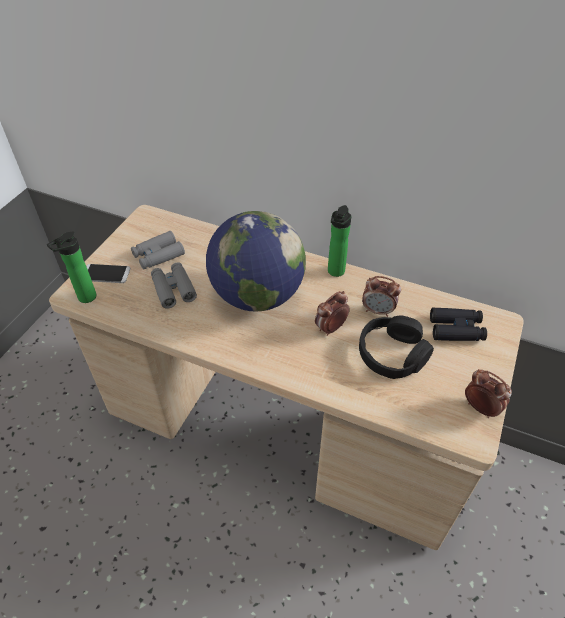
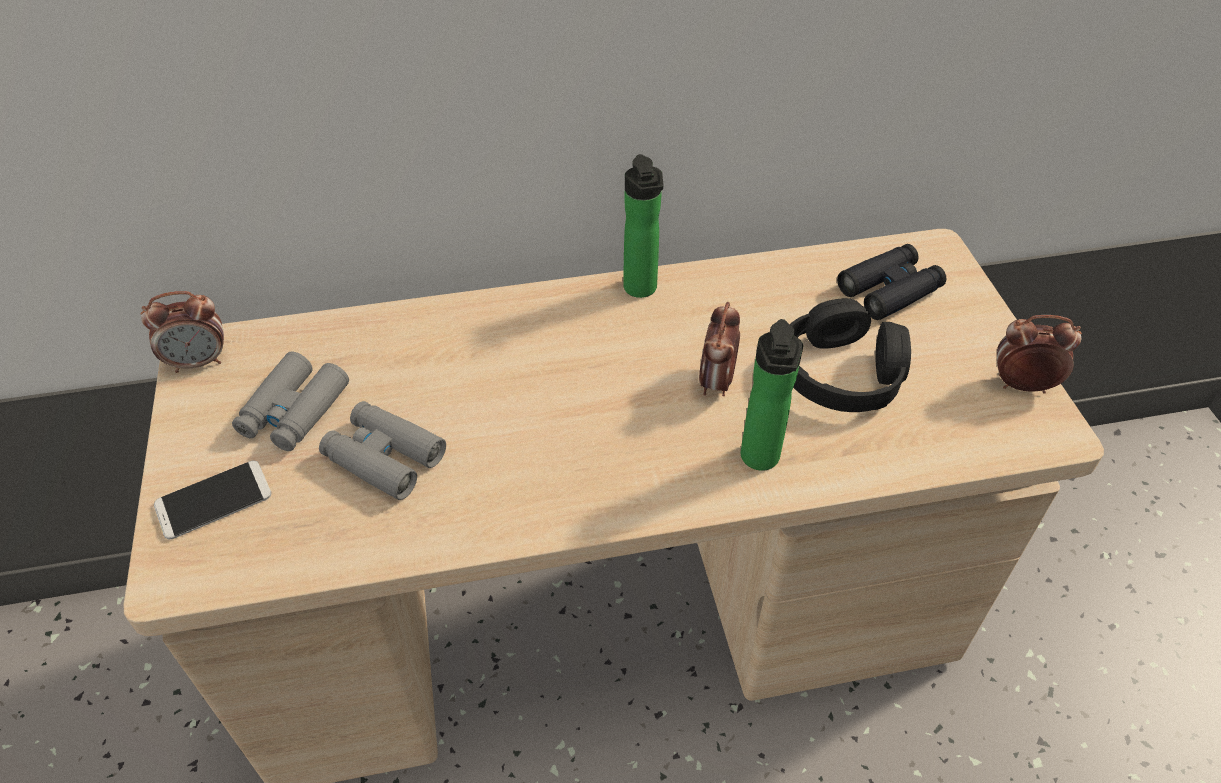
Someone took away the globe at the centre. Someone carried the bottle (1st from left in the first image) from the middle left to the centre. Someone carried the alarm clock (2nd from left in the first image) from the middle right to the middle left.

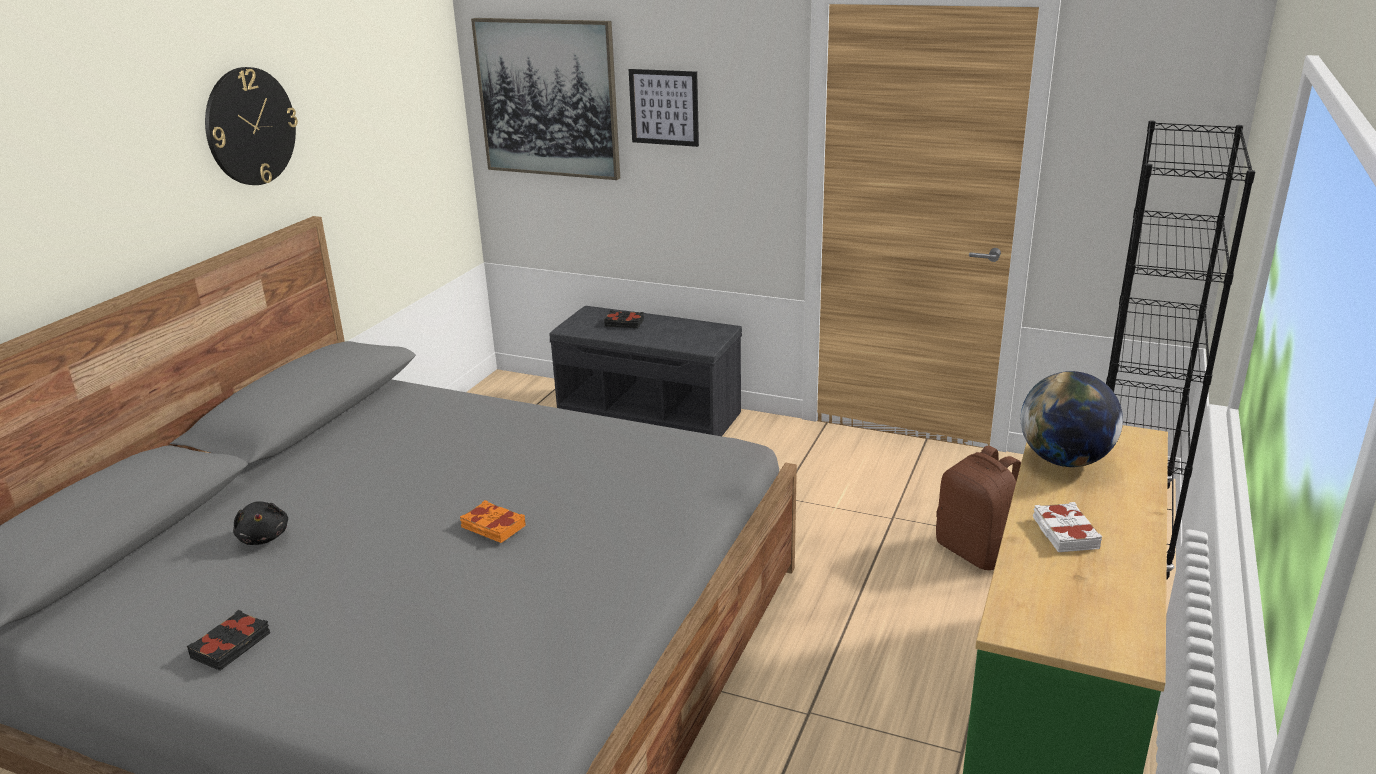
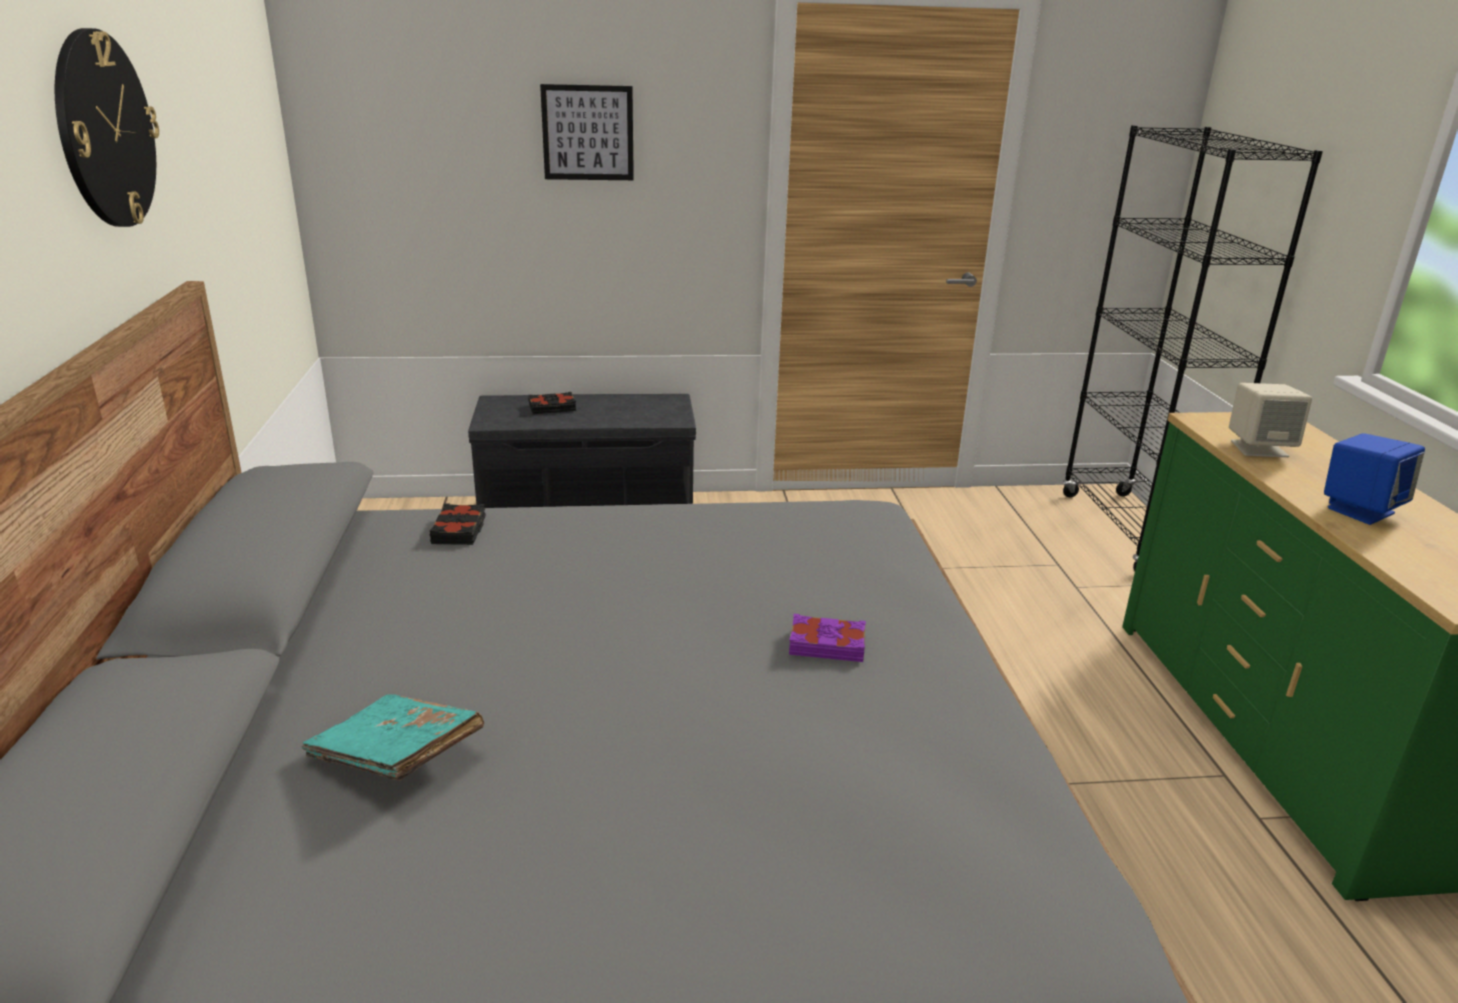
Someone took away the picture (1st from left) at the top centre. Someone swapped the globe at the middle right for the beige speaker at the middle right. Someone took away the brown backpack at the middle right. Someone took away the orange book at the bottom centre. Someone swapped the black plush toy at the bottom left for the turquoise book at the bottom left. Someone swapped the white book at the bottom right for the blue speaker at the middle right. Someone carried the black book (1st from left) from the bottom left to the middle left. Someone put down the purple book at the centre.

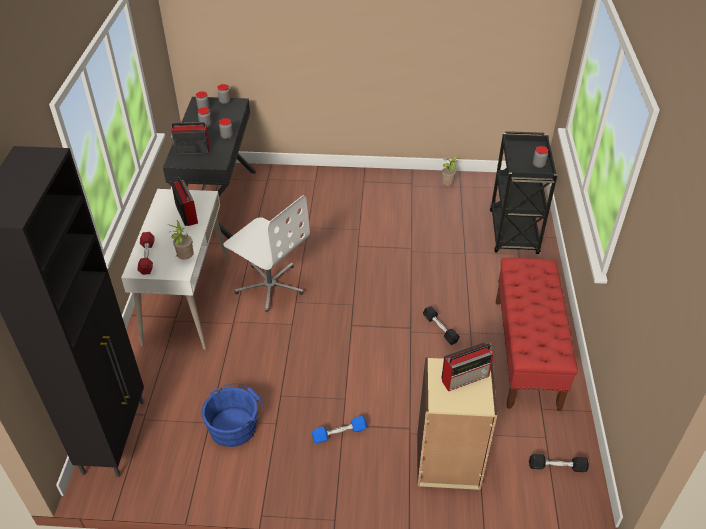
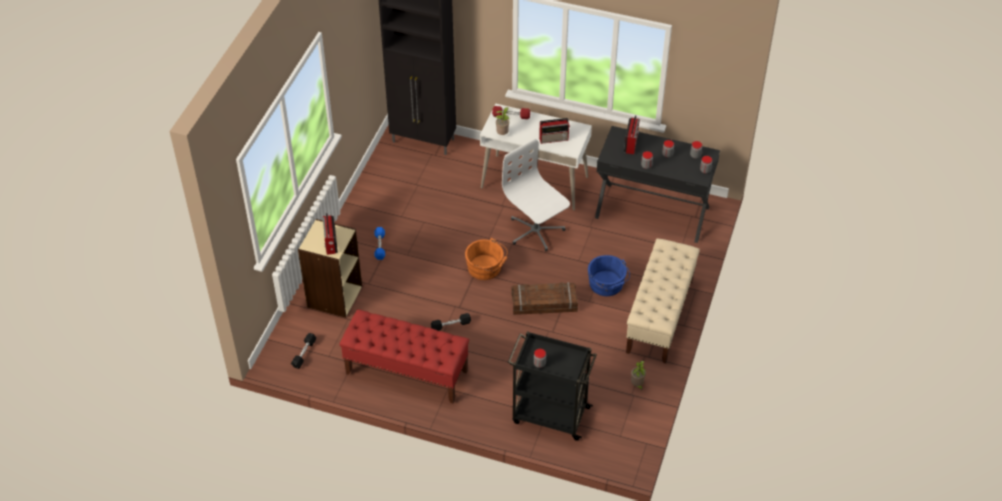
Someone rotated the white office chair at the centre by 90 degrees clockwise. Someone carried the blue bucket from the bottom left to the centre. Someone put down the orange bucket at the centre. Someone put down the beige bench at the centre. Someone put down the crate at the centre.

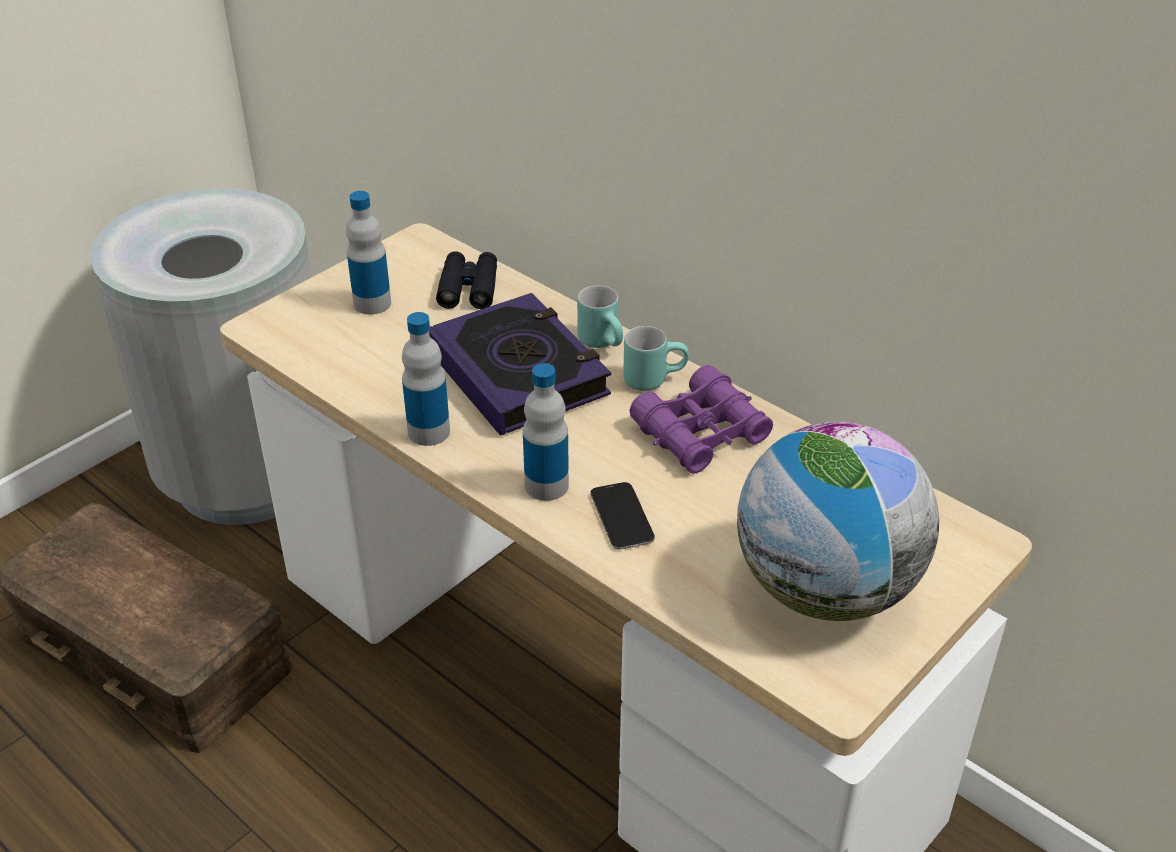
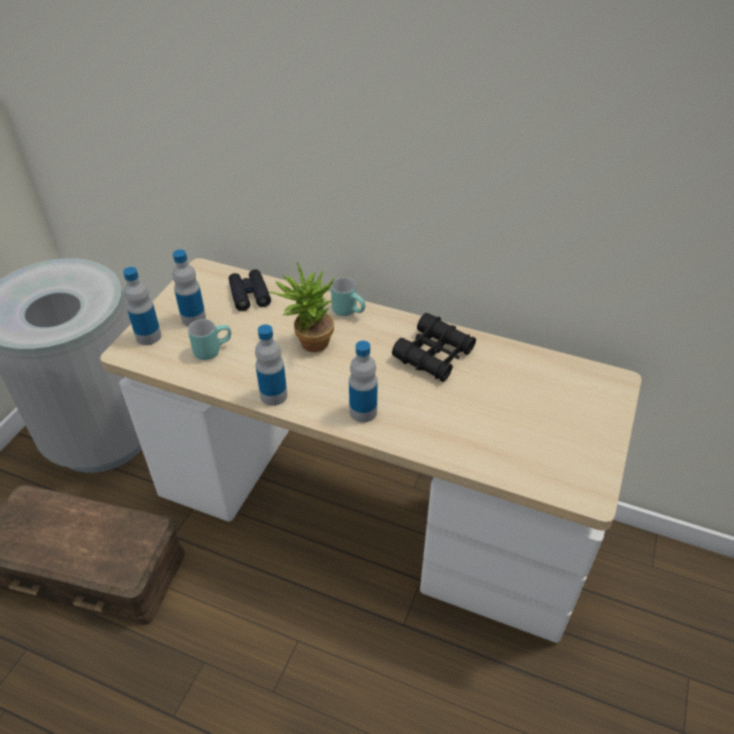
Someone swapped the book at the centre for the potted plant at the centre. Someone carried the turquoise mug (2nd from left in the first image) from the centre to the middle left. Someone repainted the purple binoculars at the centre, which became the black binoculars (2nd from left) at the centre. Someone took away the globe at the middle right. Someone took away the phone at the centre. Someone put down the bottle (1st from left) at the middle left.

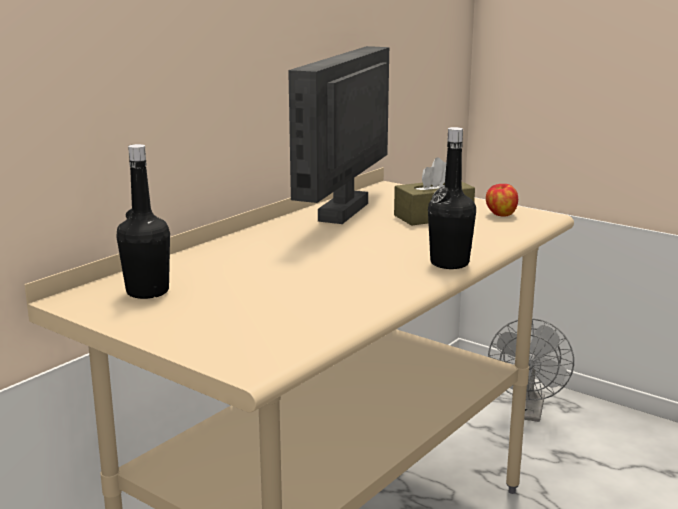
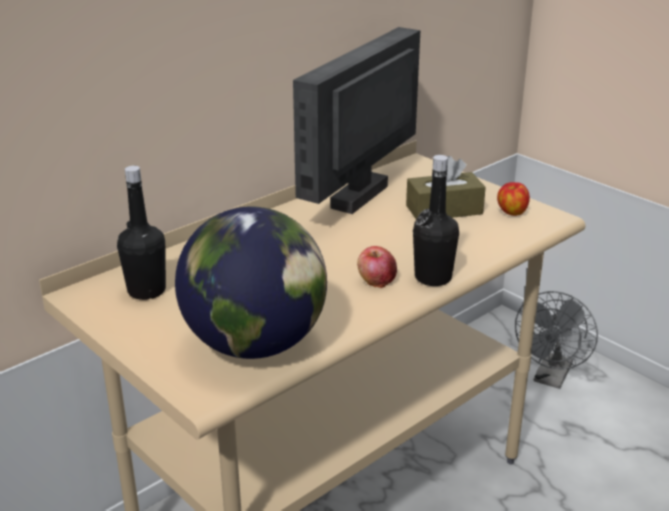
Someone put down the globe at the centre. Someone put down the apple (1st from left) at the centre.

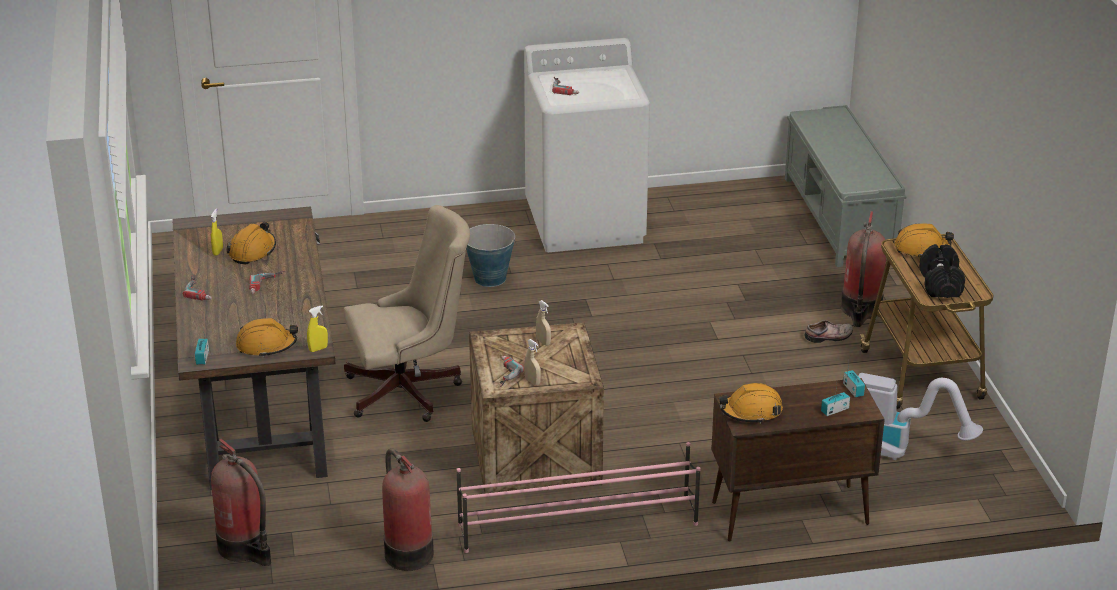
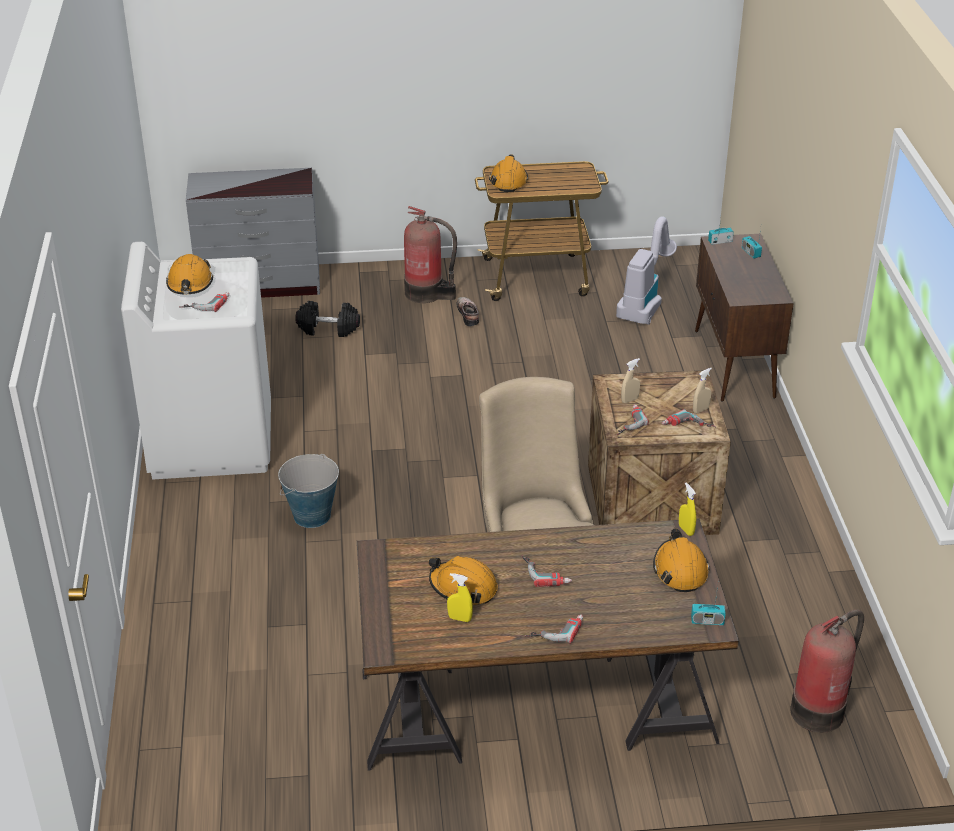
Someone swapped the grey bench at the top right for the grey dresser at the top left. Someone carried the black dumbbell from the middle right to the centre. Someone carried the orange hard hat (3rd from left in the first image) from the bottom right to the top left. Someone took away the pink shoe rack at the bottom centre. Someone took away the fire extinguisher (2nd from left) at the bottom centre. Someone put down the power drill (4th from left) at the centre.

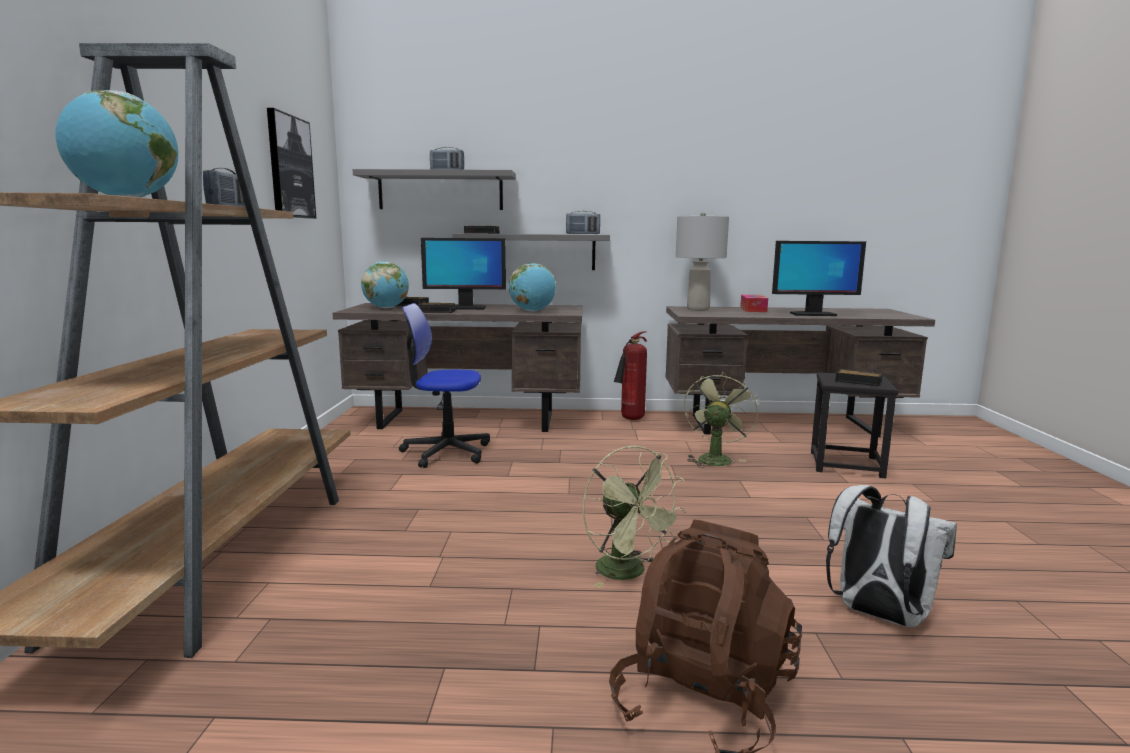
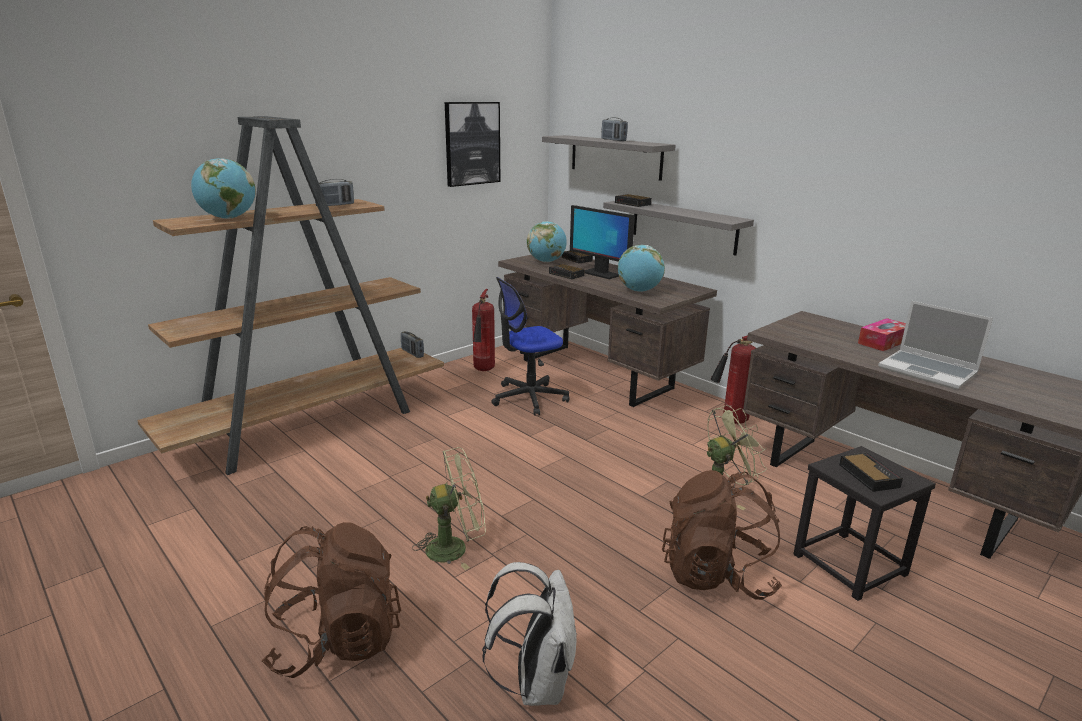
Someone carried the radio (3rd from left in the first image) from the top centre to the centre. Someone took away the grey table lamp at the centre. Someone swapped the monitor (2nd from left) at the middle right for the laptop at the middle right. Someone rotated the office chair at the centre by 75 degrees counterclockwise. Someone rotated the green fan (1st from left) at the bottom centre by 120 degrees counterclockwise. Someone put down the fire extinguisher (1st from left) at the centre. Someone put down the brown backpack (2nd from left) at the bottom right.

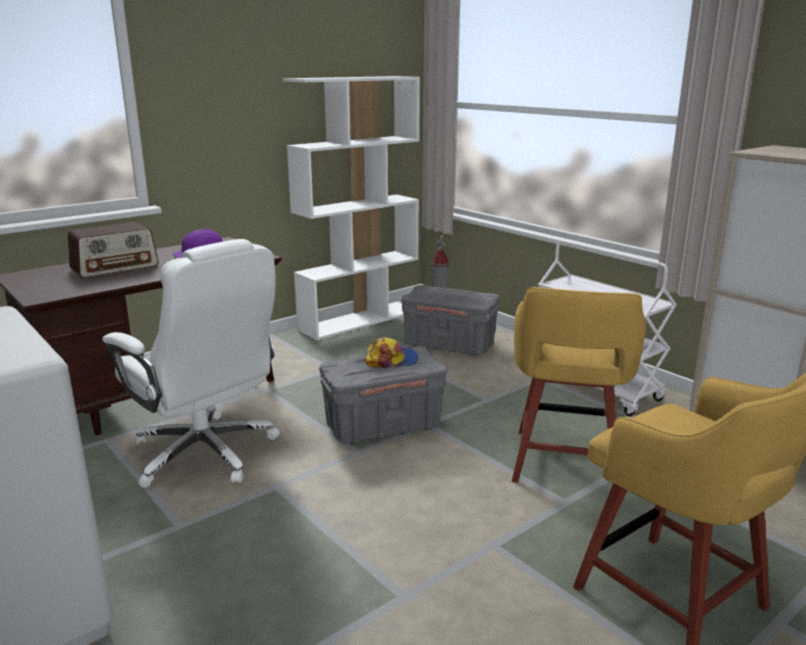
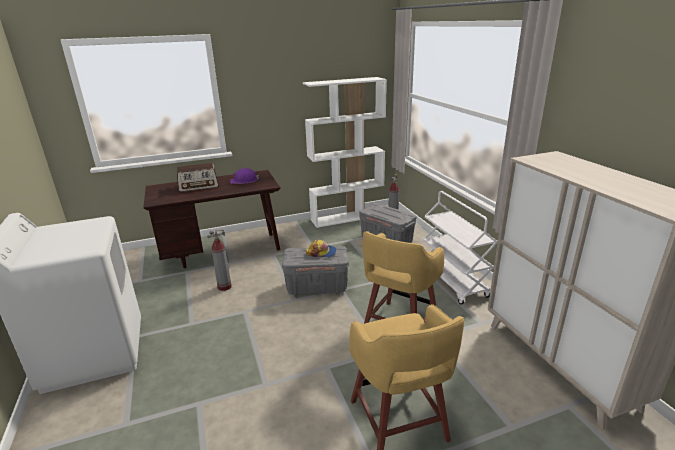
Someone swapped the white office chair at the middle left for the fire extinguisher (1st from left) at the middle left.

